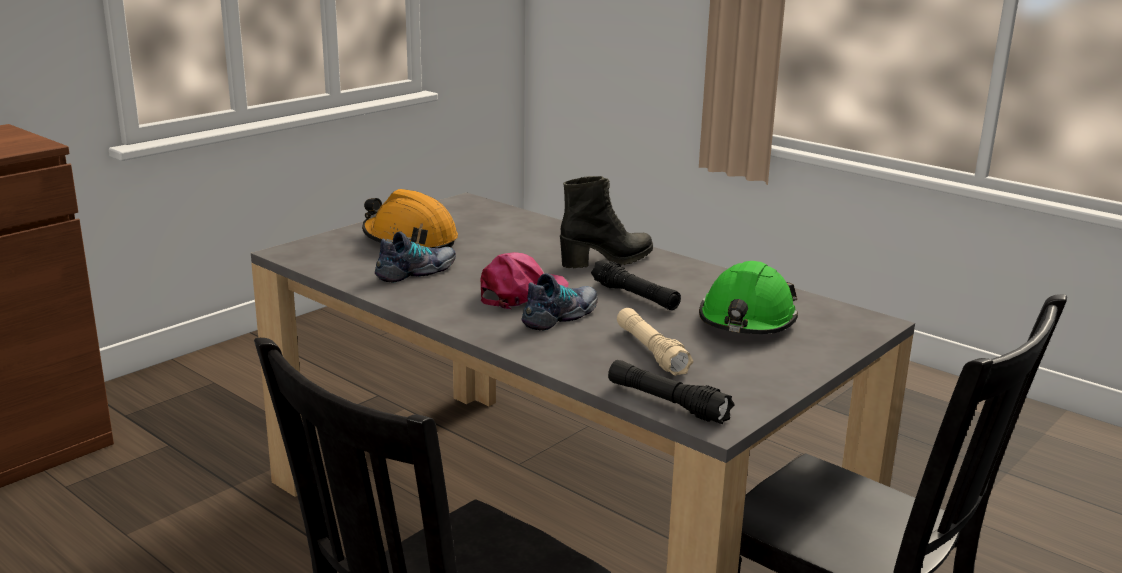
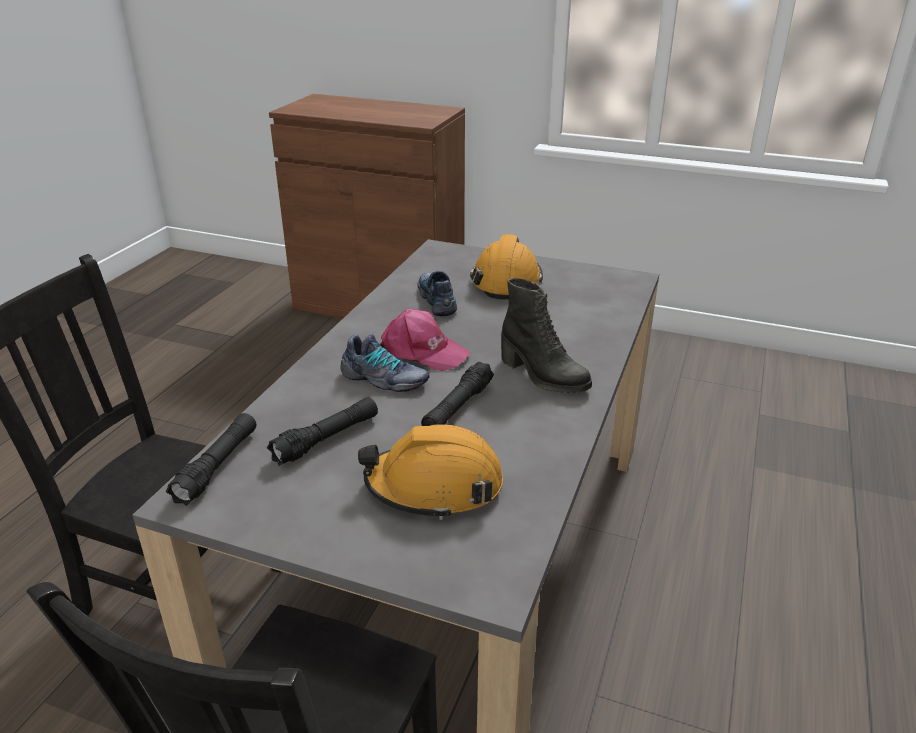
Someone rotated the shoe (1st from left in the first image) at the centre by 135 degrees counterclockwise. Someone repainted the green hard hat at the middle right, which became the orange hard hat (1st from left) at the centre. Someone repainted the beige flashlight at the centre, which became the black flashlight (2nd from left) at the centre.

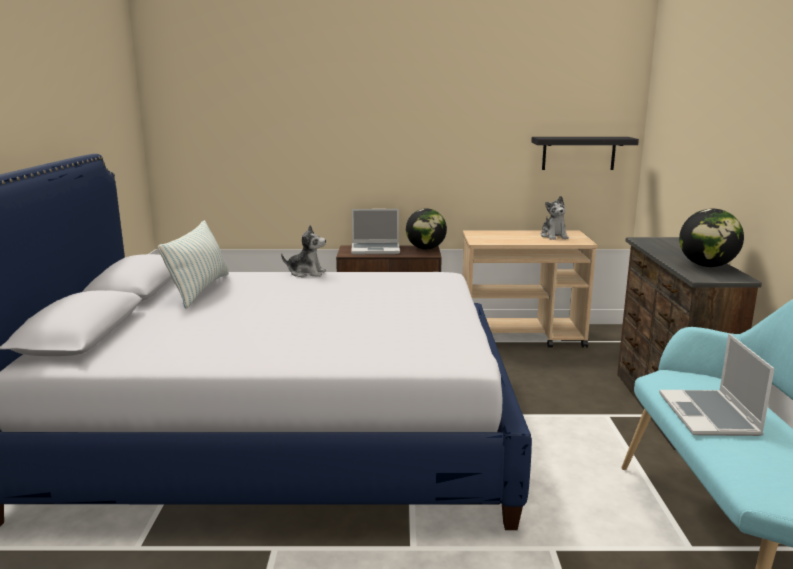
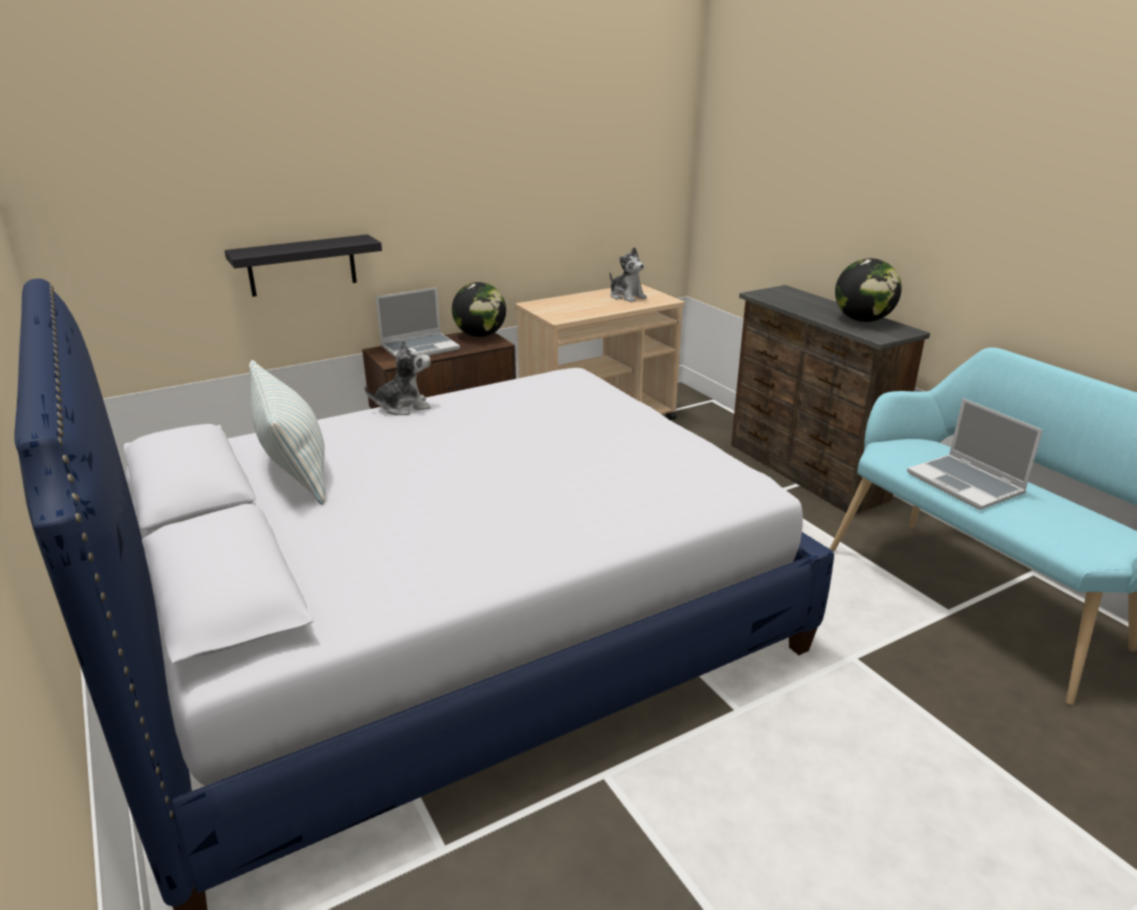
Someone carried the black shelf from the top right to the top left.

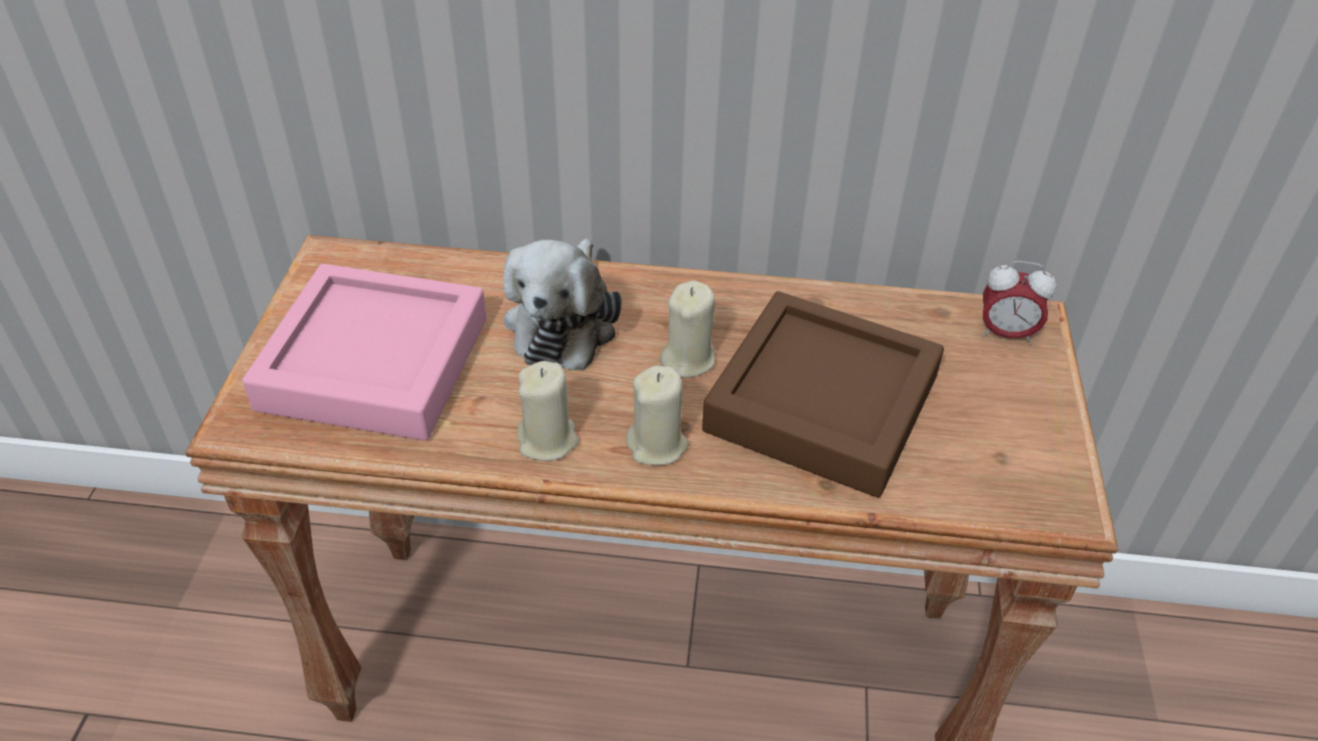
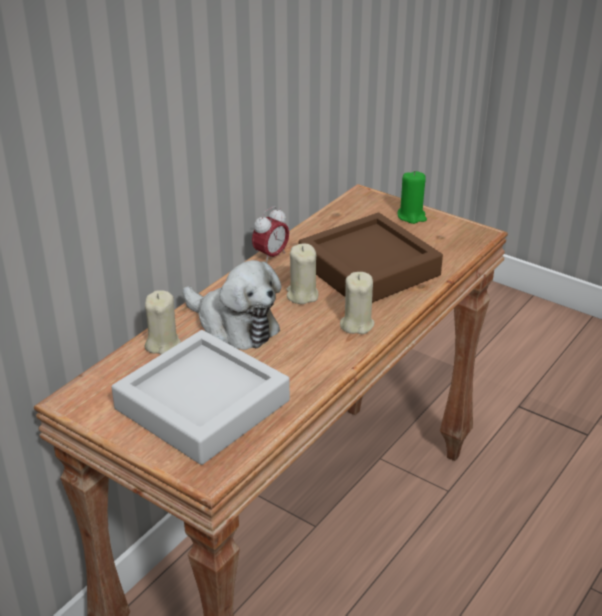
Someone carried the alarm clock from the middle right to the centre. Someone repainted the pink tray at the middle left, which became the grey tray at the centre. Someone carried the beige candle (1st from left) from the centre to the middle left. Someone put down the green candle at the top right.

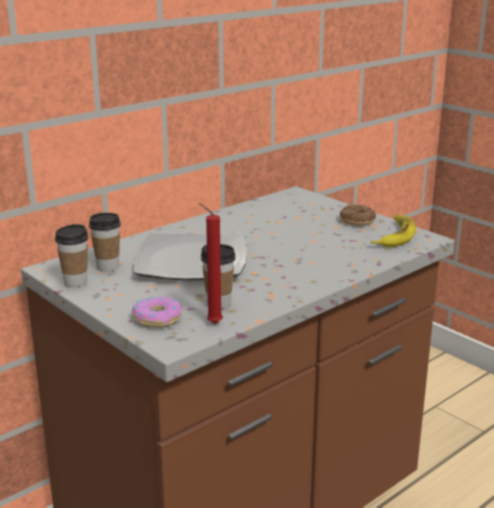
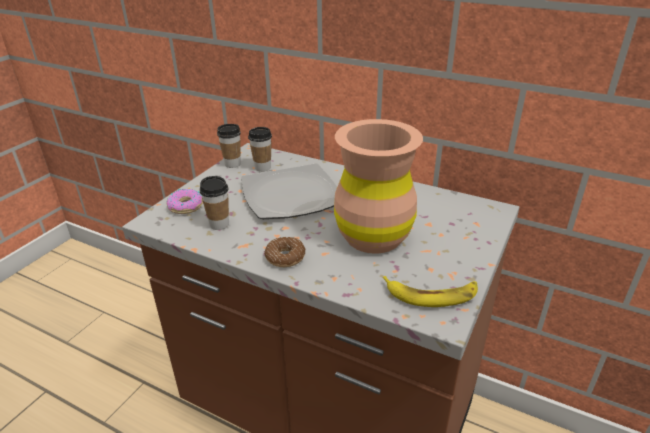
Someone took away the red candle at the centre. Someone carried the donut (2nd from left) from the middle right to the centre. Someone put down the brown vase at the centre.

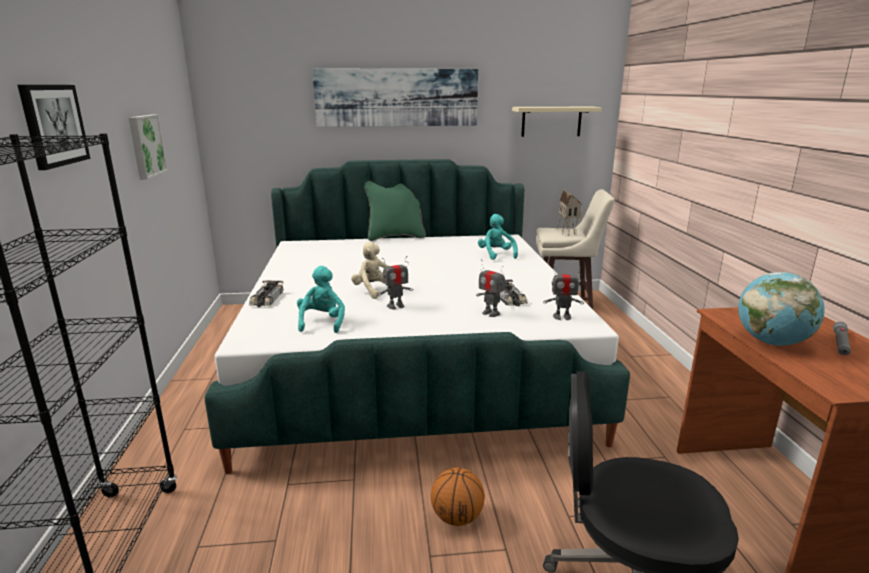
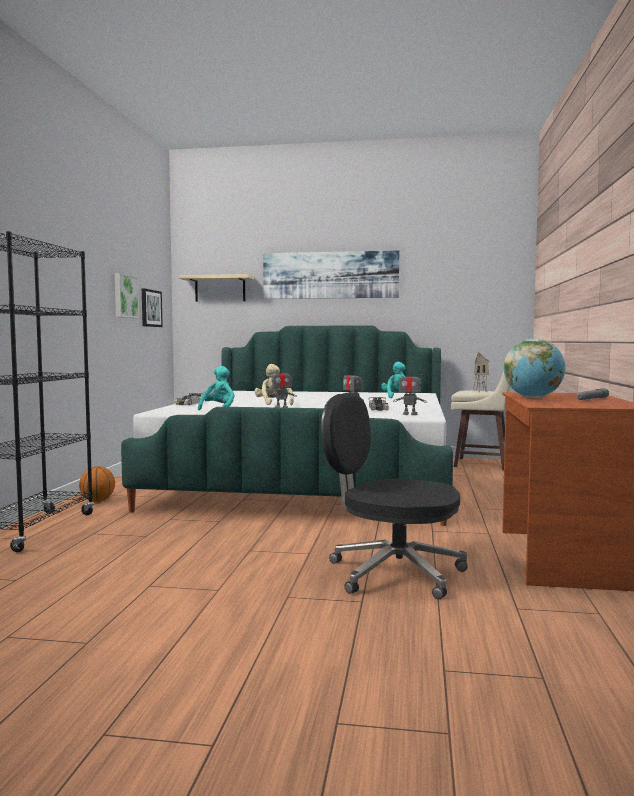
Someone carried the picture (1st from left in the first image) from the top left to the middle left. Someone carried the beige shelf from the top centre to the centre. Someone took away the green pillow at the centre. Someone carried the basketball from the bottom centre to the middle left.

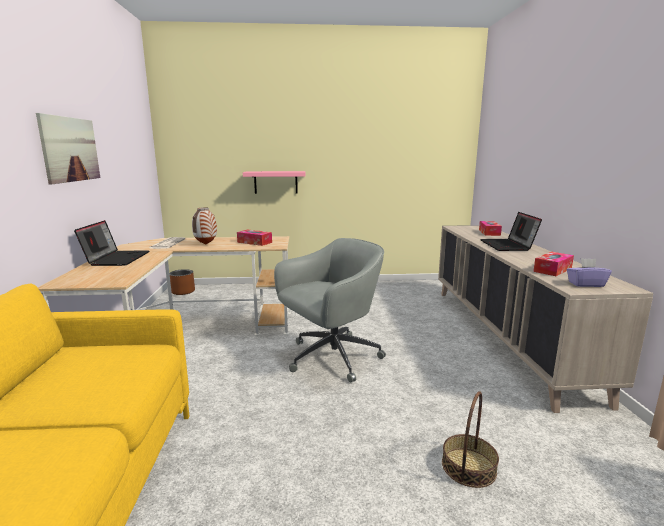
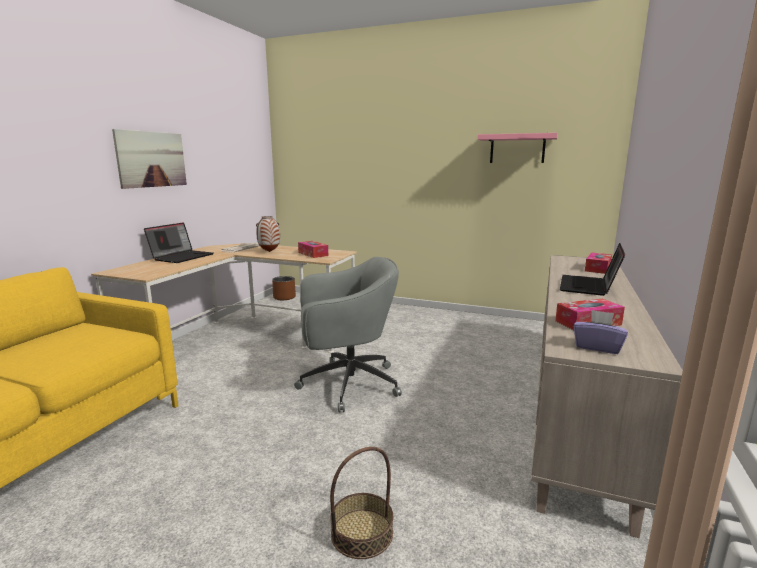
Someone carried the pink shelf from the centre to the top right.

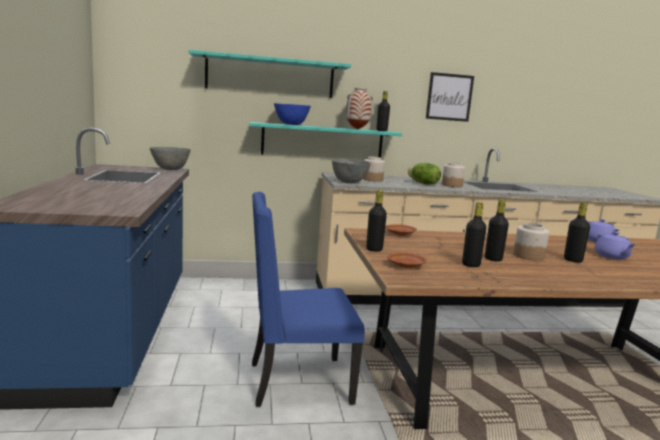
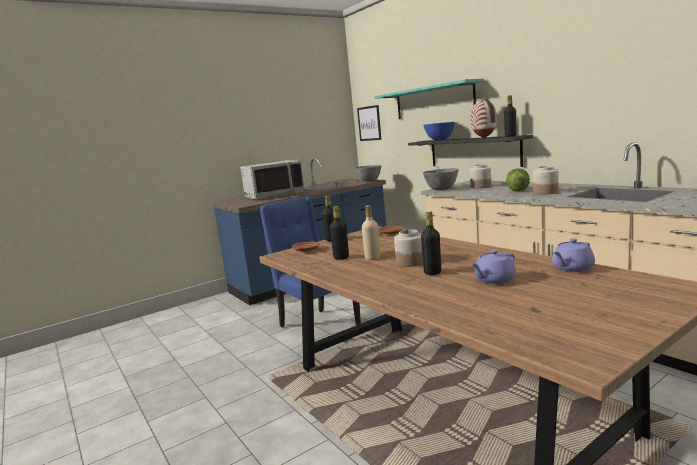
Someone carried the picture from the top right to the top centre. Someone repainted the turquoise shelf (2nd from left) at the top centre, which became the black shelf at the top right. Someone repainted the black bottle (4th from left) at the middle right, which became the beige bottle at the centre. Someone put down the grey microwave at the centre.

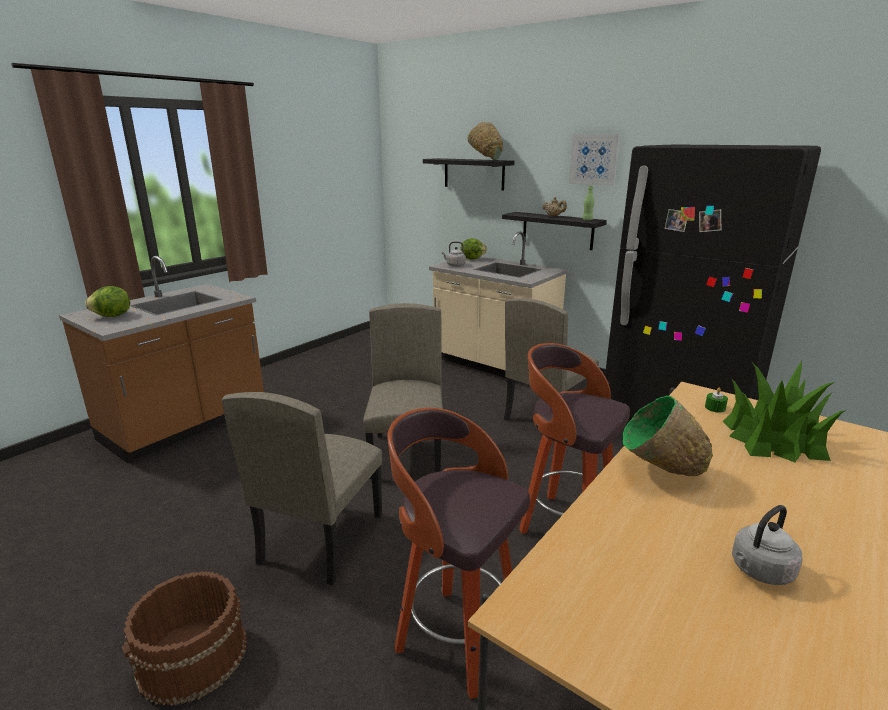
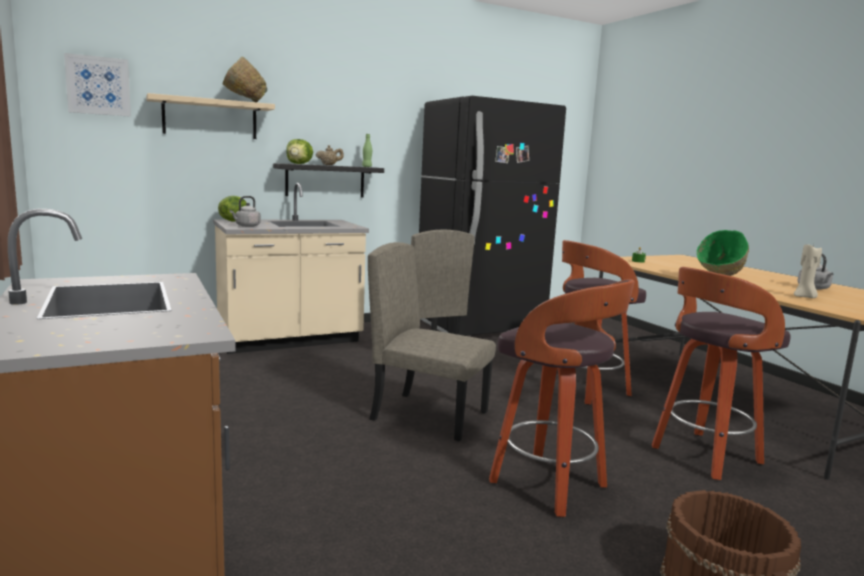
Someone carried the picture from the top right to the top left. Someone repainted the black shelf (1st from left) at the top centre, which became the beige shelf at the top left. Someone carried the lettuce (1st from left in the first image) from the middle left to the top centre. Someone took away the potted plant at the middle right. Someone swapped the beige chair (1st from left) at the bottom centre for the stool (1st from left) at the bottom centre. Someone put down the beige candle at the middle right.

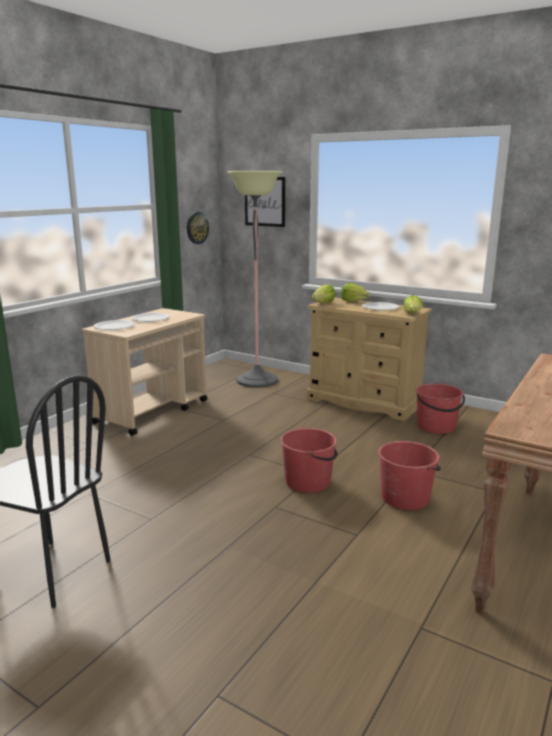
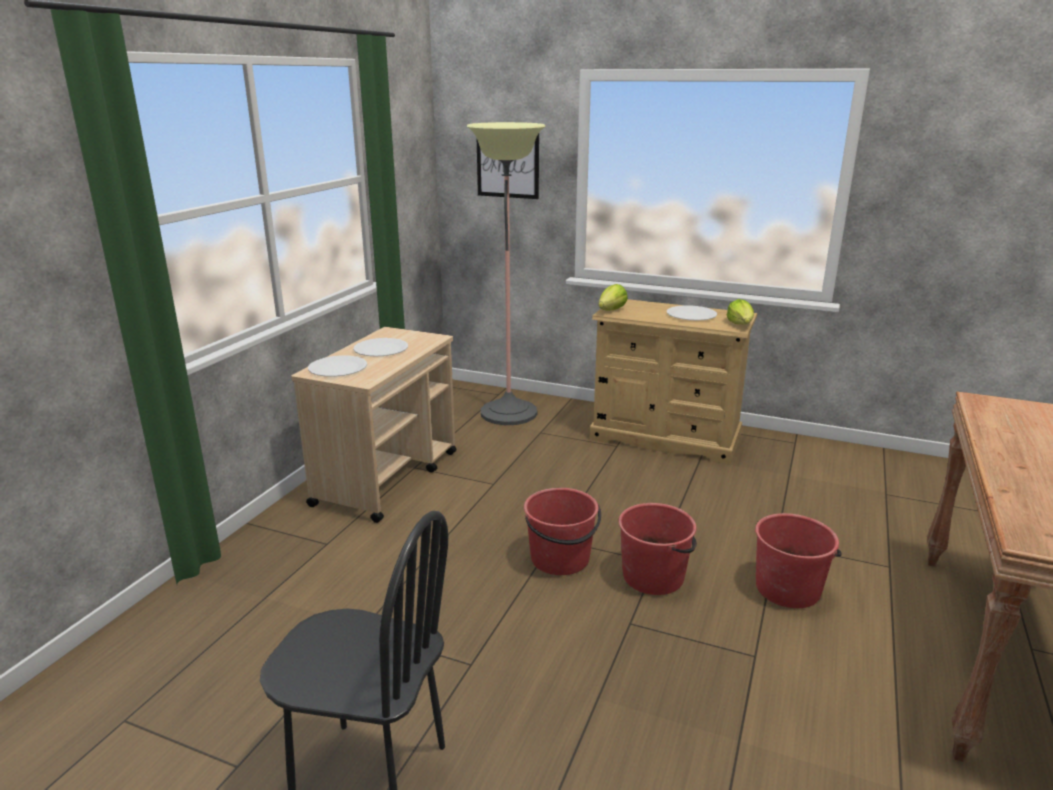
Someone took away the wall clock at the top centre. Someone took away the lettuce (2nd from left) at the centre. Someone carried the red bucket (3rd from left in the first image) from the middle right to the bottom centre.

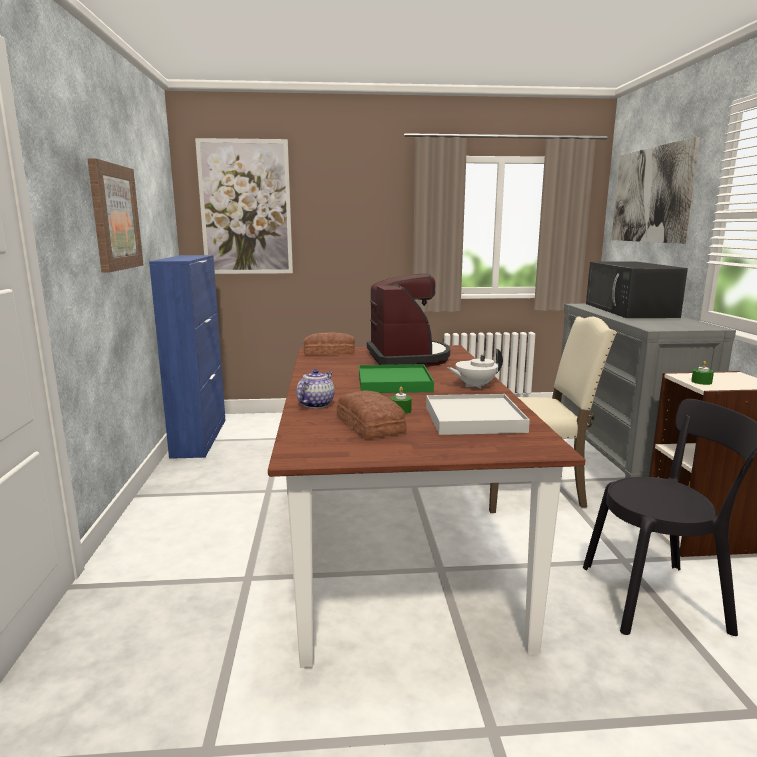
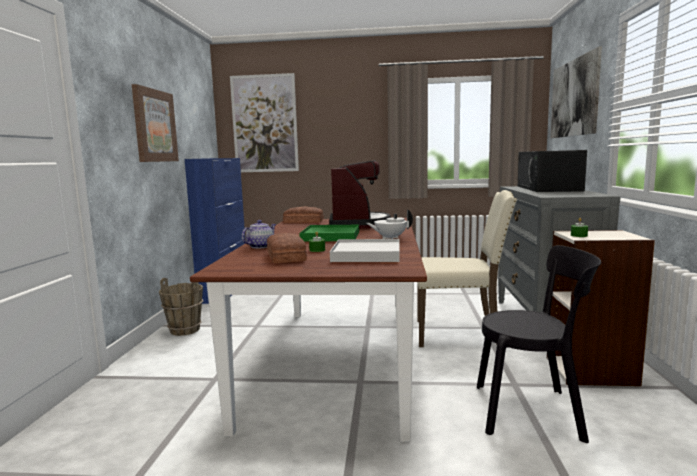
Someone put down the brown bucket at the middle left.

